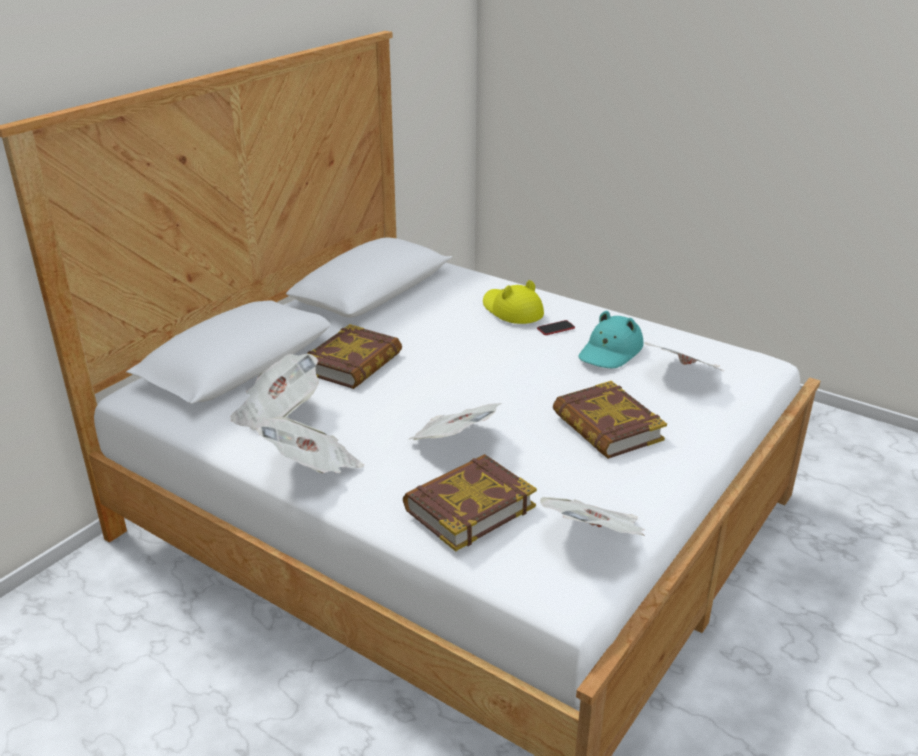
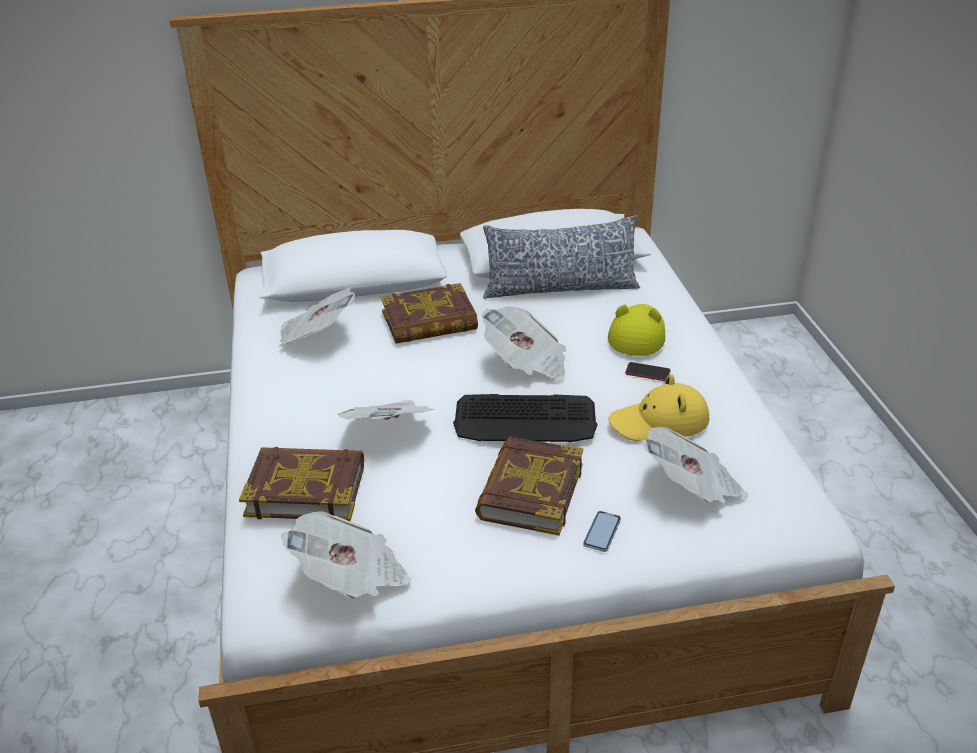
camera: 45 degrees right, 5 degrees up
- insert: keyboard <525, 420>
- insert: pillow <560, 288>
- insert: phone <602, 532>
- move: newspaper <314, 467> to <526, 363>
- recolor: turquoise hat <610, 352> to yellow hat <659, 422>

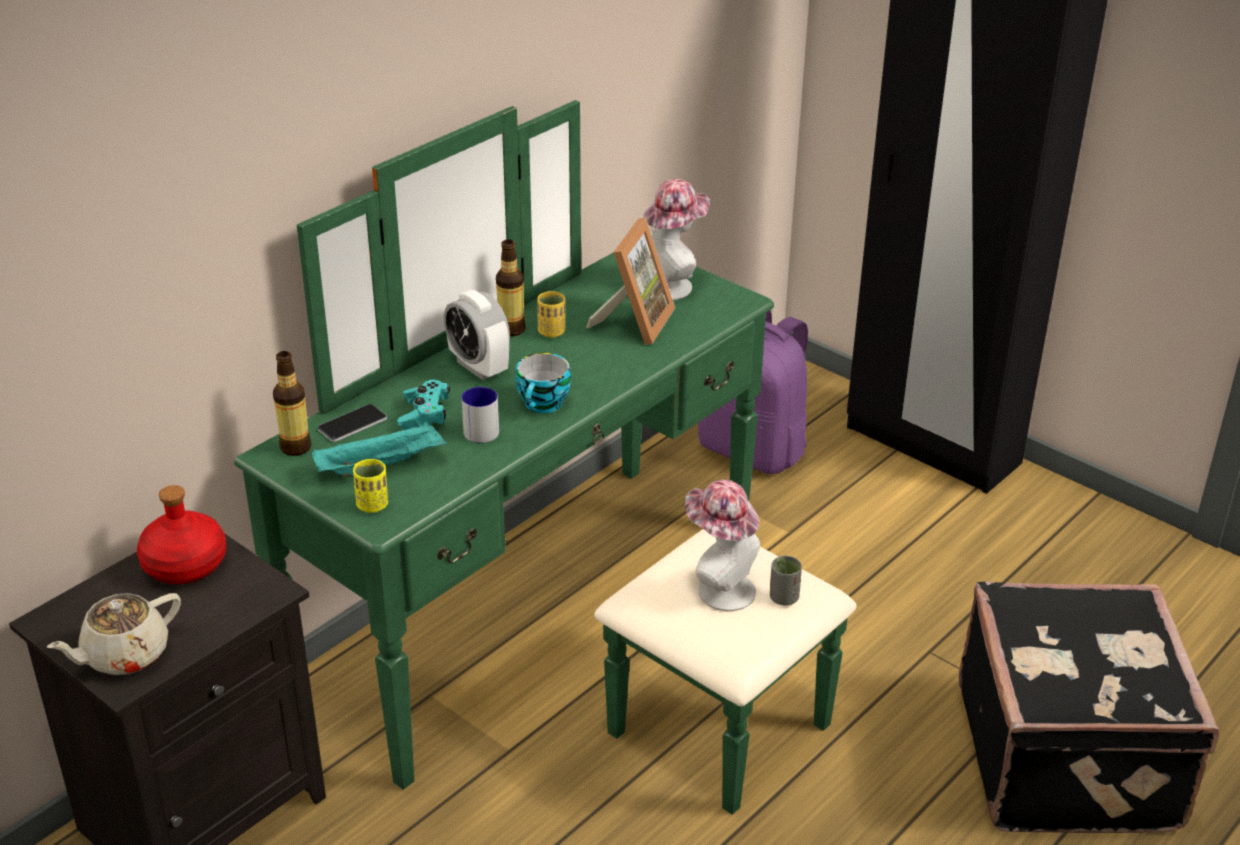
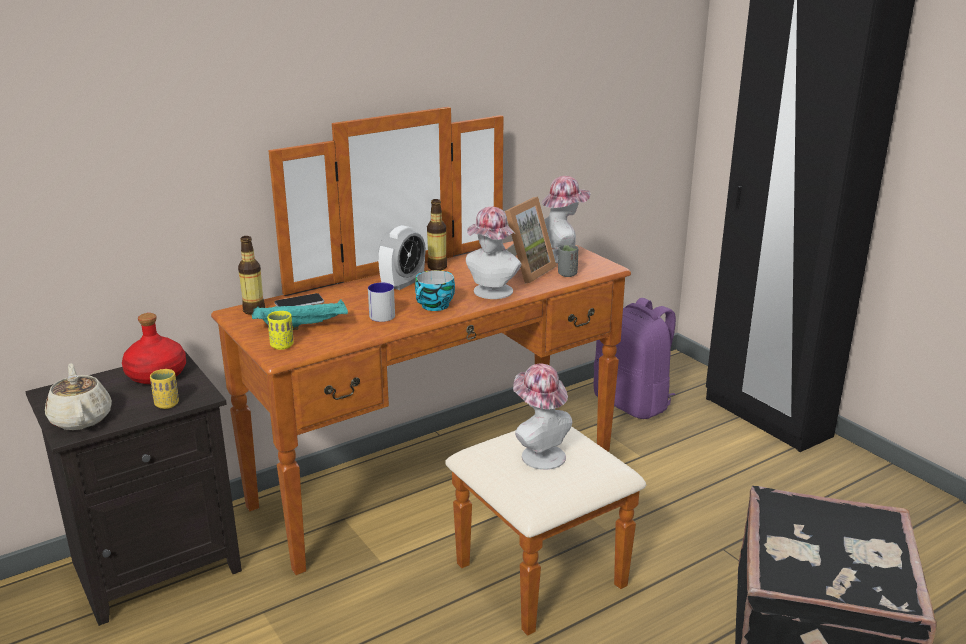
camera: 15 degrees right, 10 degrees down
- delete: turquoise game controller <424, 415>
- insert: hat <491, 293>
- move: yellow cup <551, 332> to <167, 404>
- move: grey cup <783, 598> to <567, 274>
- recolor: green dresser <573, 635> to brown dresser <459, 497>
- rotate: beige teapot <124, 655> = <81, 418> 90 degrees clockwise
- rotate: alarm clock <478, 367> = <403, 283> 120 degrees counterclockwise

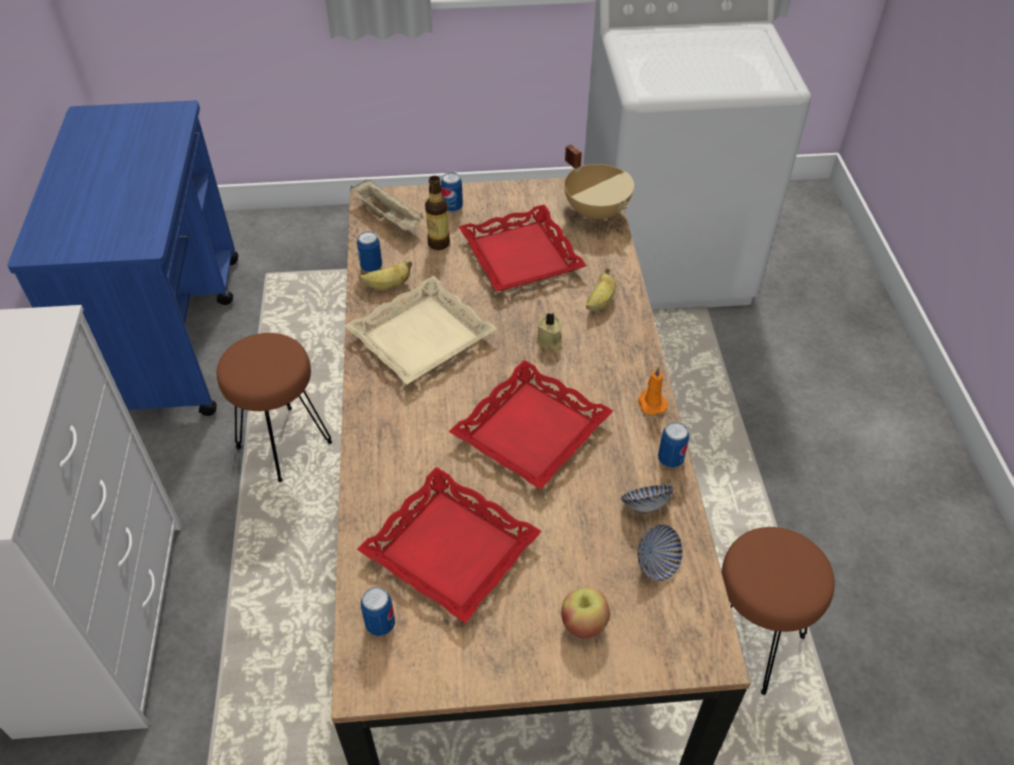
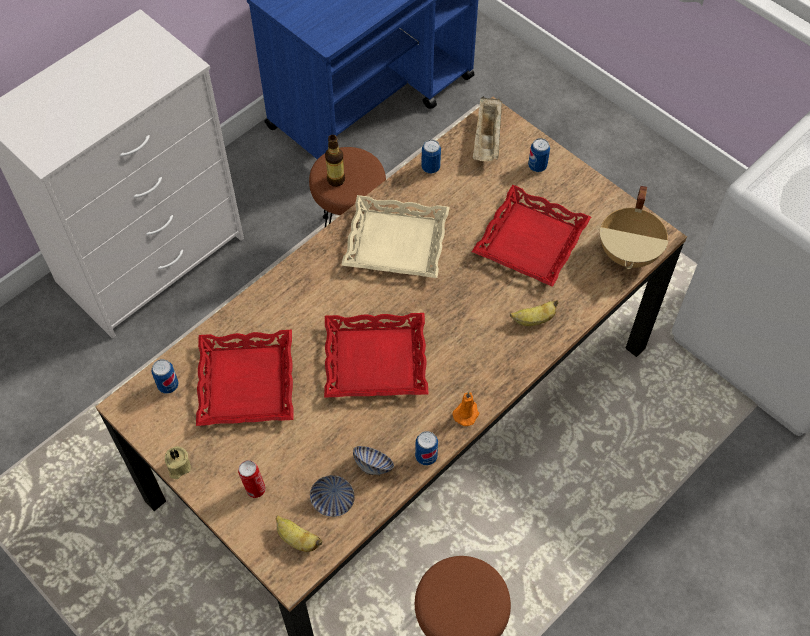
camera: 50 degrees right, 10 degrees up
- move: banana <387, 286> to <297, 539>
- move: bottle <438, 243> to <336, 180>
- move: beige candle <549, 341> to <178, 467>
- replace: apple <583, 623> to can <254, 489>

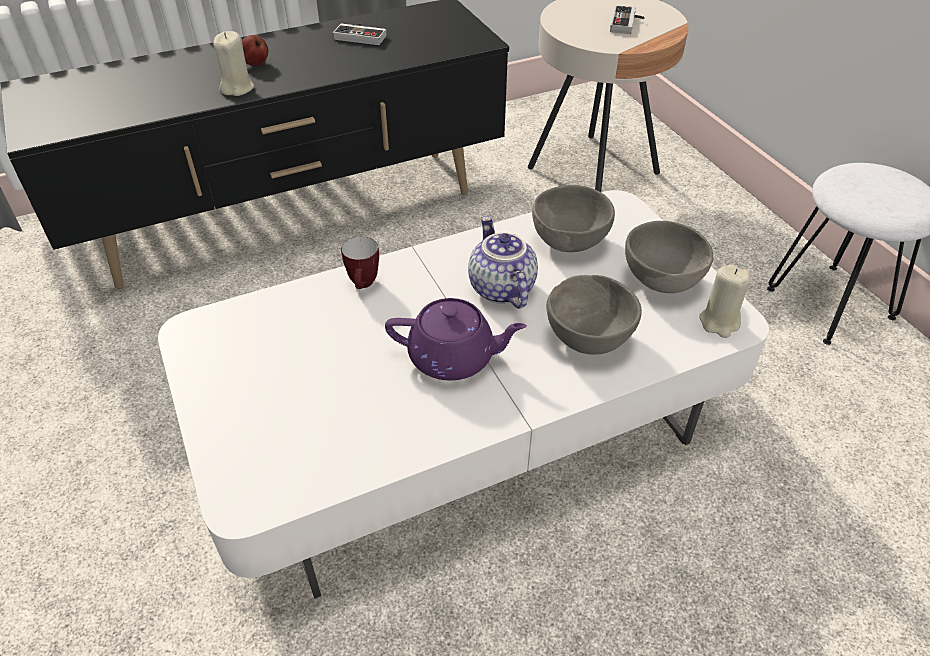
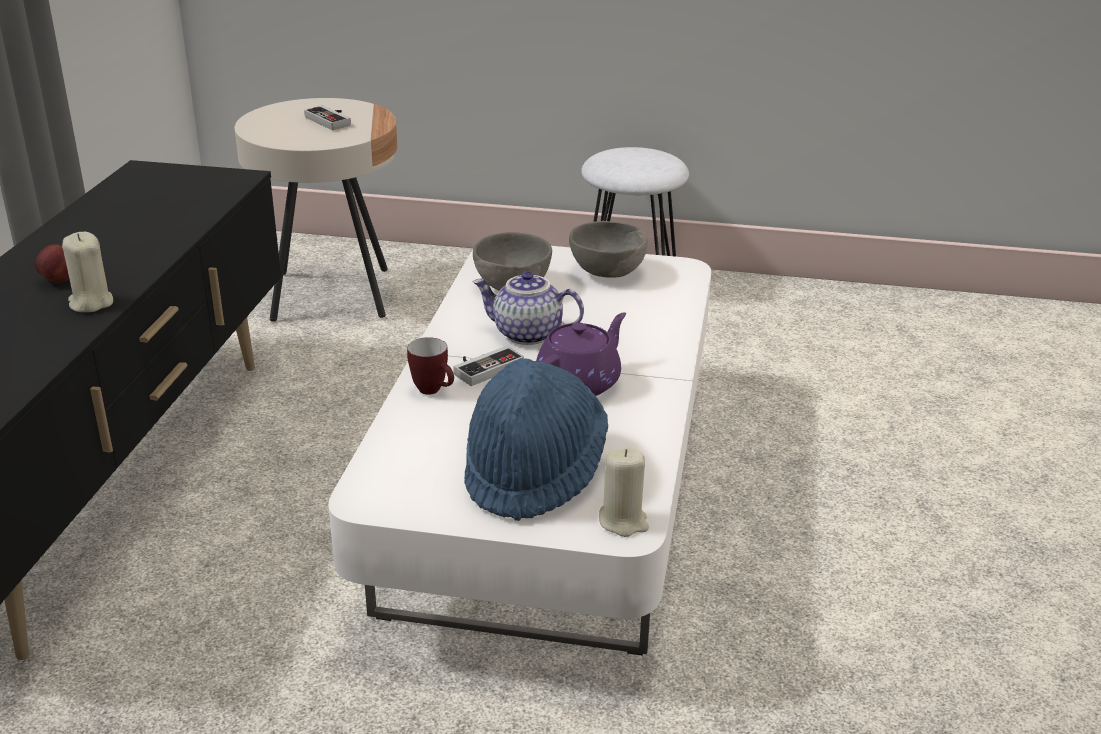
camera: 55 degrees left, 15 degrees down
- delete: grey bowl <588, 337>
- insert: blue hat <534, 472>
- move: game controller <362, 35> to <484, 367>
- move: beige candle <719, 322> to <623, 521>

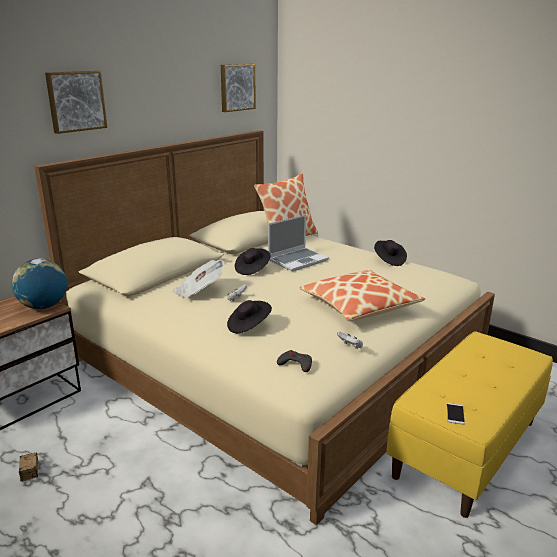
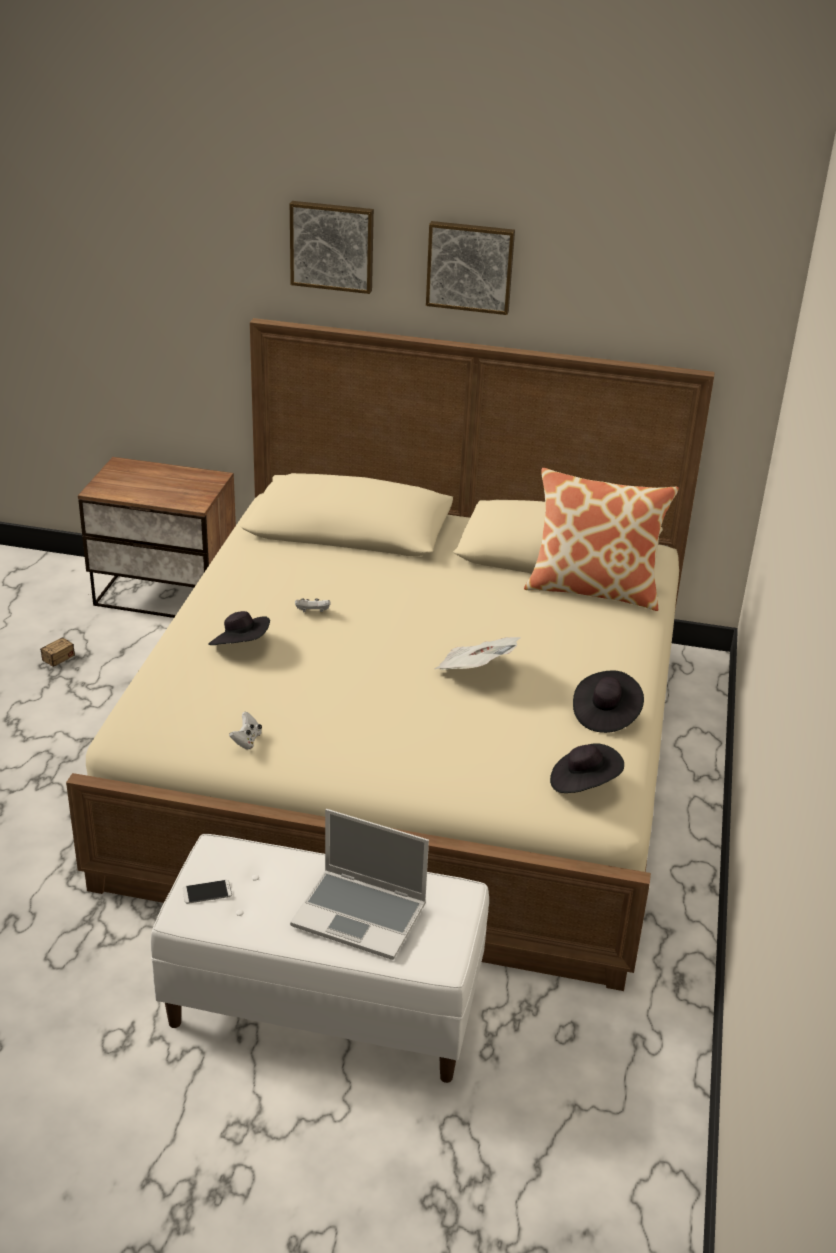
camera: 60 degrees right, 10 degrees up
- delete: globe <43, 306>
- delete: grey game controller <295, 364>
- delete: pillow <359, 305>
- move: newspaper <199, 291> to <475, 671>
- move: picture <237, 87> to <470, 266>
- move: black hat <252, 269> to <583, 783>
- move: laptop <298, 260> to <361, 915>
- recolor: yellow bench <465, 447> to white bench <325, 1005>

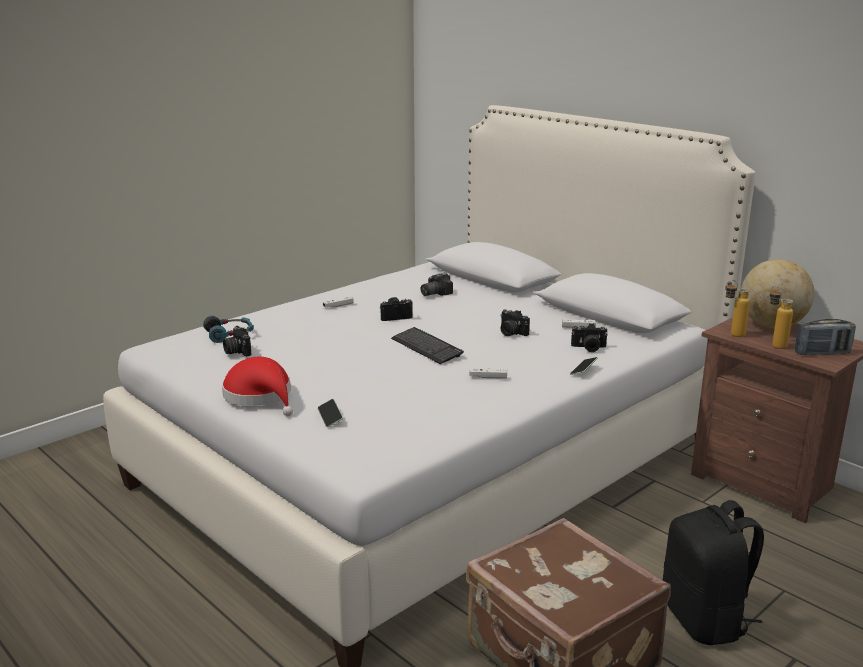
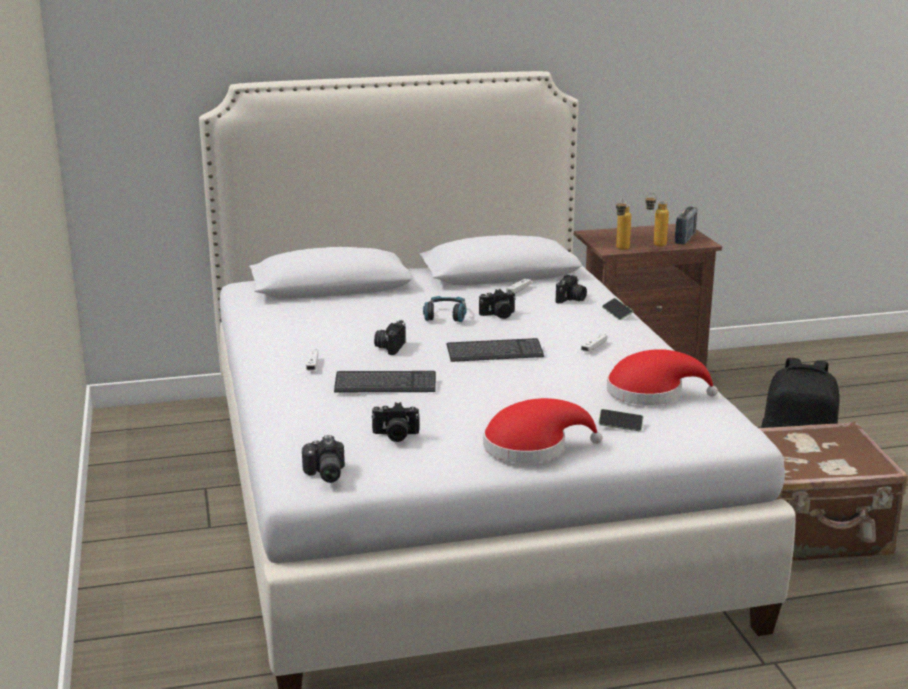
camera: 60 degrees left, 0 degrees up
- delete: globe <772, 325>
- insert: keyboard <385, 384>
- insert: red hat <651, 393>
- move: headphones <229, 334> to <445, 315>
- move: photo camera <433, 293> to <324, 474>

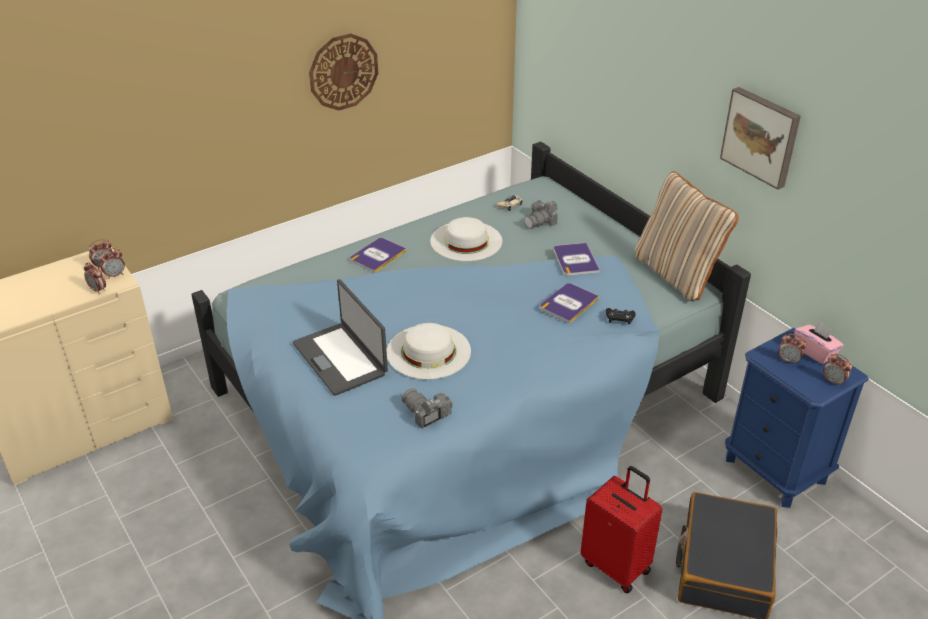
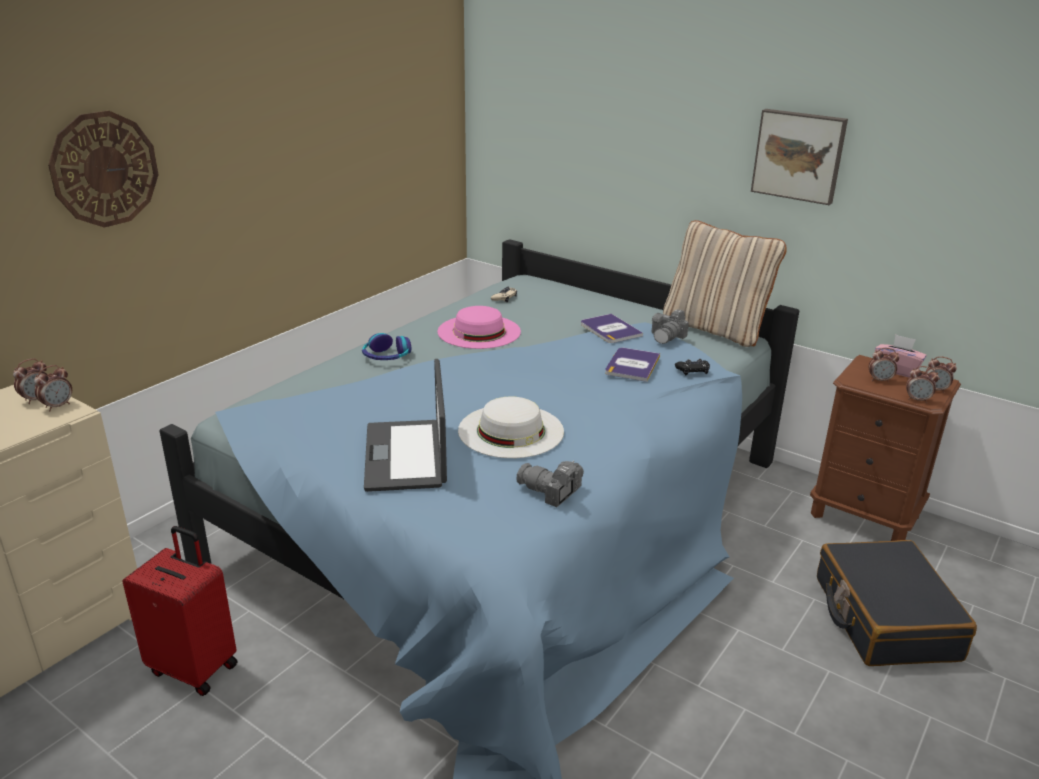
camera: 20 degrees left, 10 degrees down
- move: alarm clock <98, 290> to <917, 400>
- move: wall clock <343, 72> to <104, 169>
- move: photo camera <541, 222> to <667, 337>
- move: red suitcase <617, 565> to <195, 667>
- replace: book <377, 255> to headphones <386, 356>
- recolor: white hat <466, 241> to pink hat <479, 331>
- recolor: blue nightstand <775, 470> to brown nightstand <864, 515>
- rotate: laptop <341, 358> = <407, 455> 45 degrees clockwise

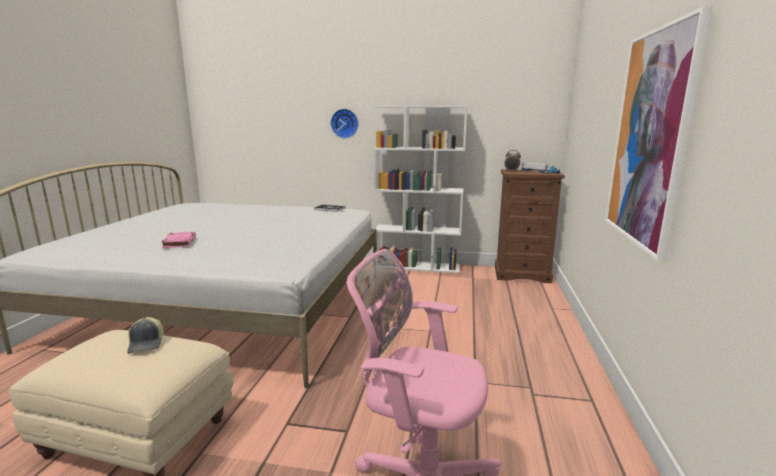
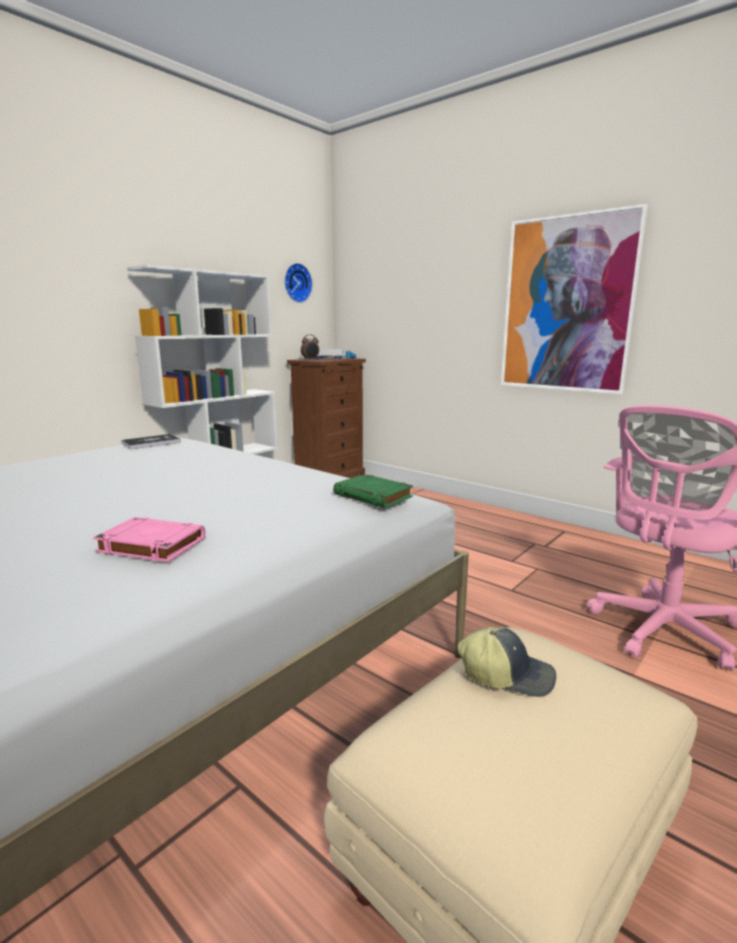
camera: 60 degrees left, 0 degrees up
- insert: green book <374, 496>
- move: wall clock <345, 123> to <296, 283>

